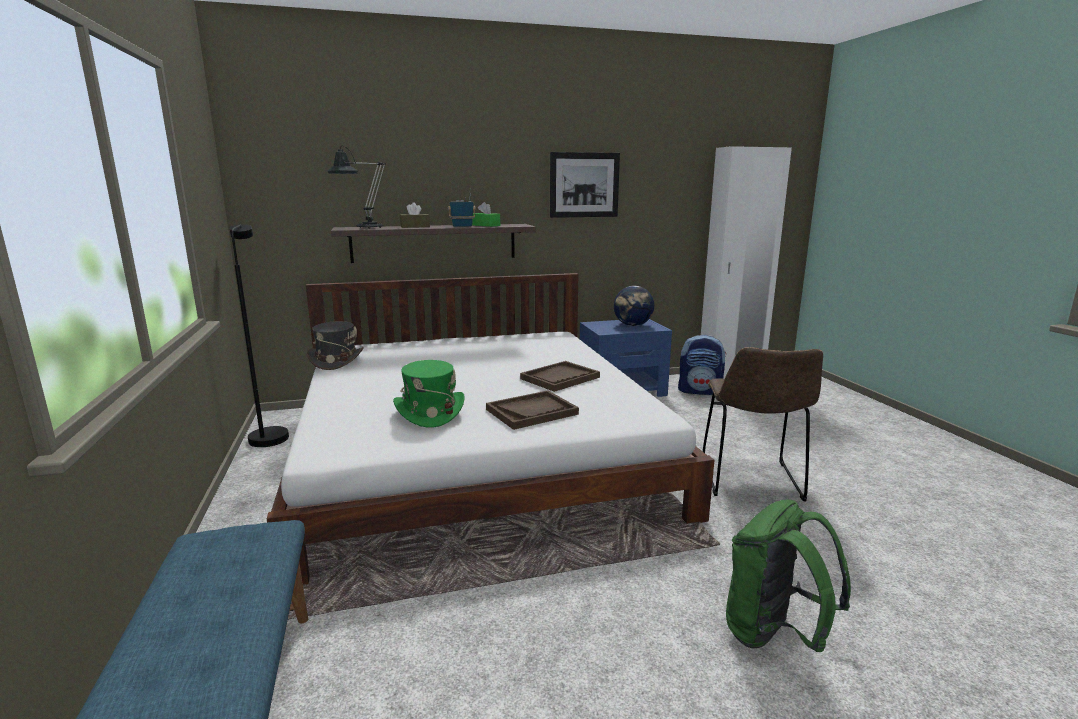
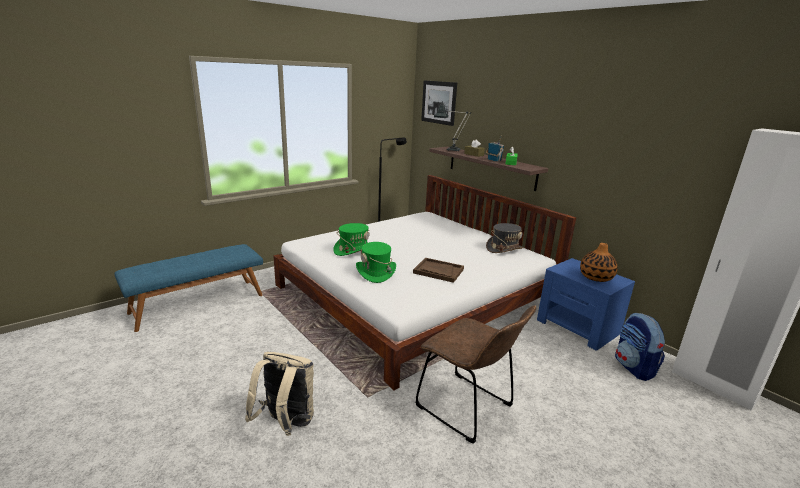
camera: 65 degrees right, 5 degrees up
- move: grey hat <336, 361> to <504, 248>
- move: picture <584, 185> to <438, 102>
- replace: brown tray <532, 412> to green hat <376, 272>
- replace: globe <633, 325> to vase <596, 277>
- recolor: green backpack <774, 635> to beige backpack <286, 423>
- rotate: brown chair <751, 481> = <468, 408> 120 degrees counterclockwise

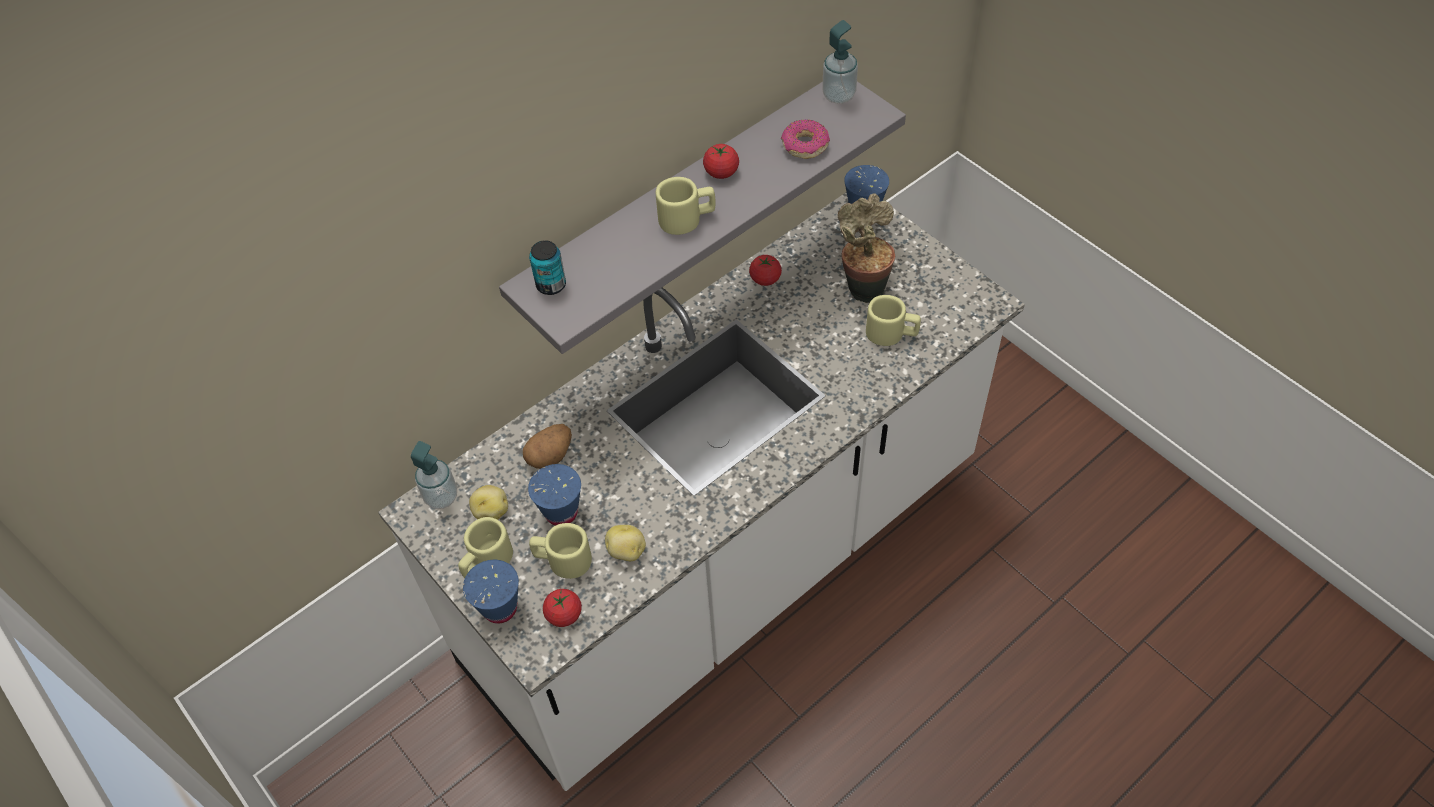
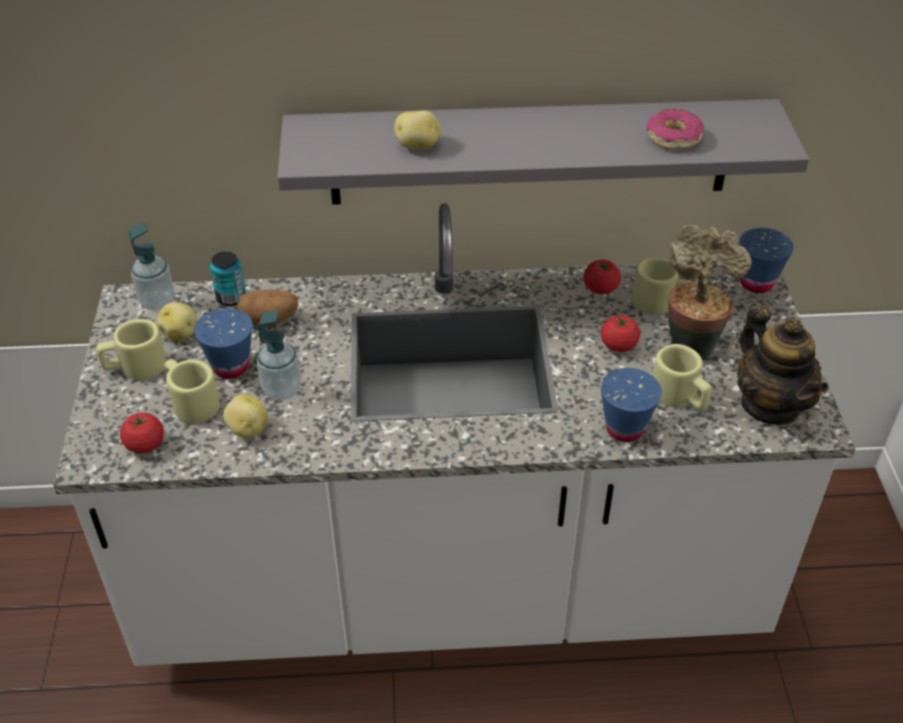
camera: 35 degrees right, 10 degrees down
- insert: potato <418, 146>
- insert: teapot <770, 405>
- move: blue cup <500, 608> to <624, 428>
- move: can <551, 285> to <231, 298>
- move: beige mug <687, 218> to <660, 304>
- move: tomato <721, 172> to <618, 345>
- move: soap dispenser <838, 95> to <282, 390>

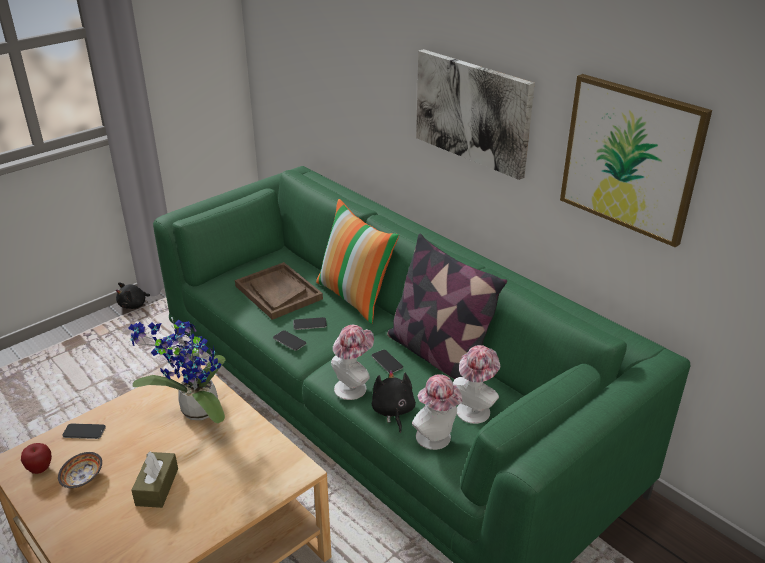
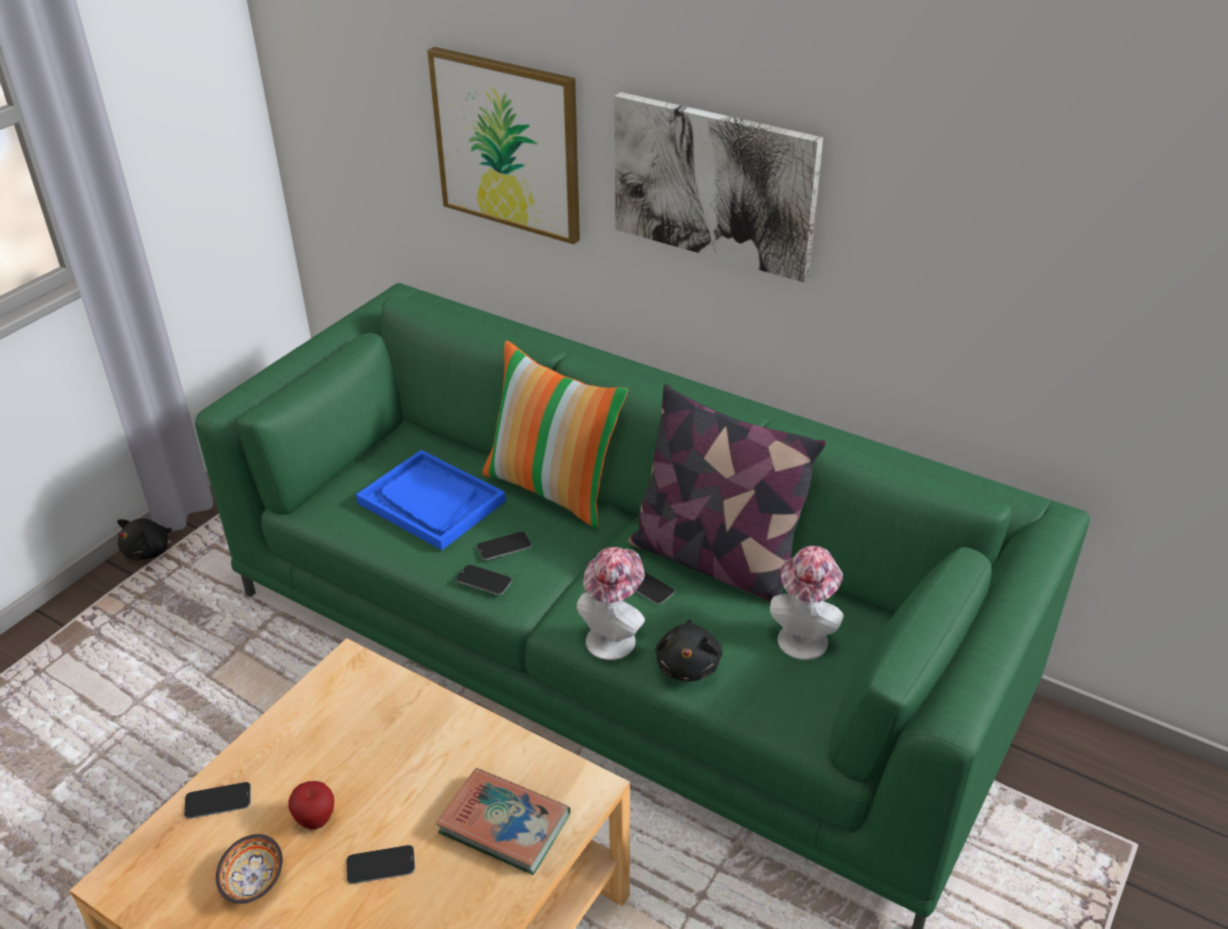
camera: 15 degrees left, 5 degrees up
- delete: potted plant <195, 412>
- delete: hat <437, 439>
- insert: book <504, 825>
- move: apple <40, 469> to <316, 820>
- move: picture <630, 158> to <508, 144>
- replace: brown tissue box <157, 487> to phone <381, 865>
- recolor: brown tray <278, 292> to blue tray <431, 502>
- rotate: black plush toy <393, 411> = <688, 664> 150 degrees counterclockwise

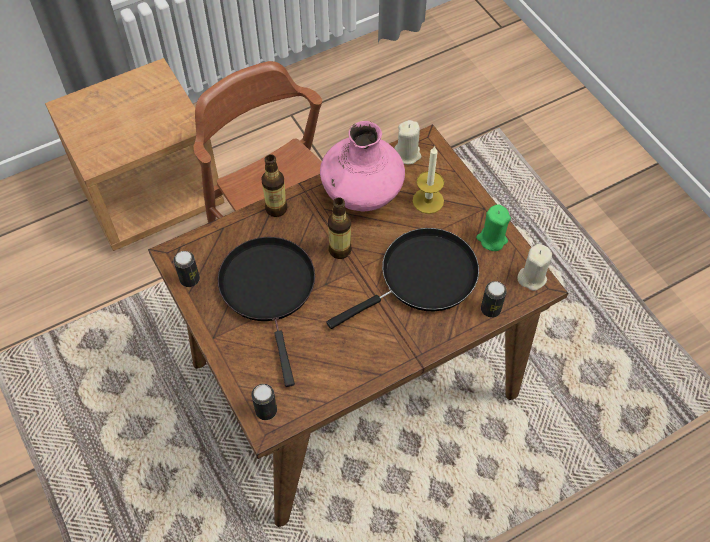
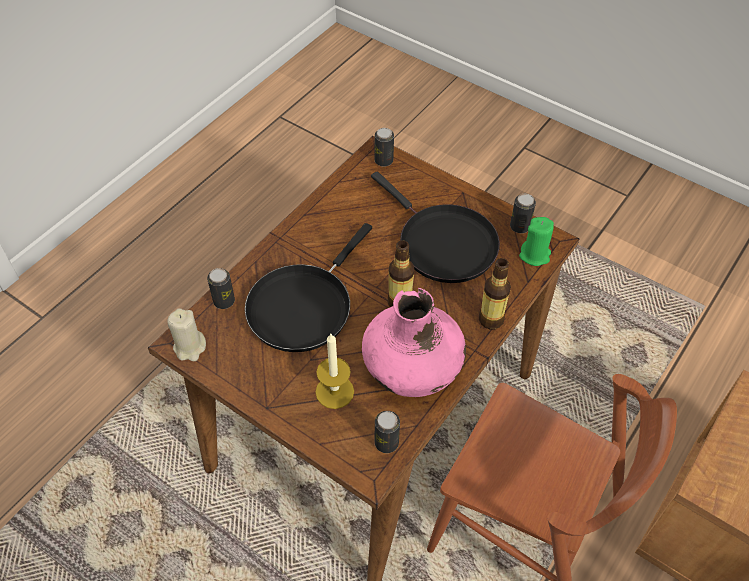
camera: 155 degrees right, 5 degrees down
- move: green candle <492, 239> to <535, 255>
- replace: beige candle <407, 154> to can <386, 443>

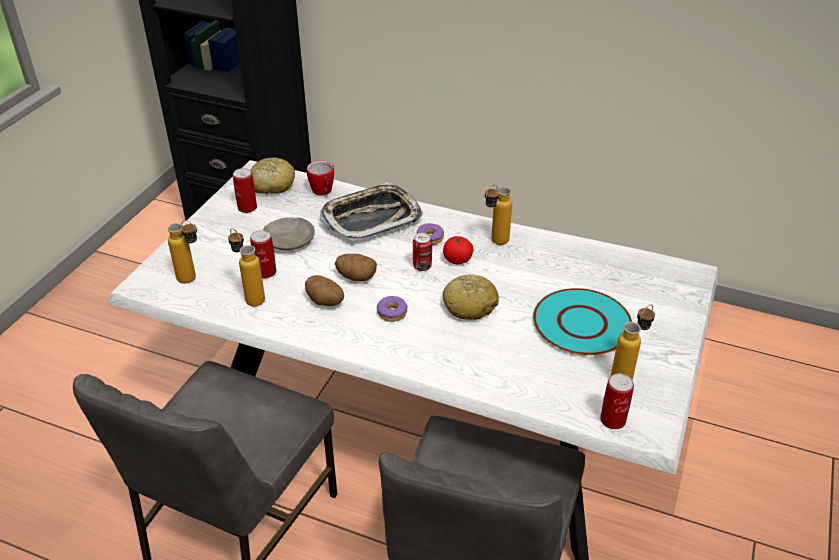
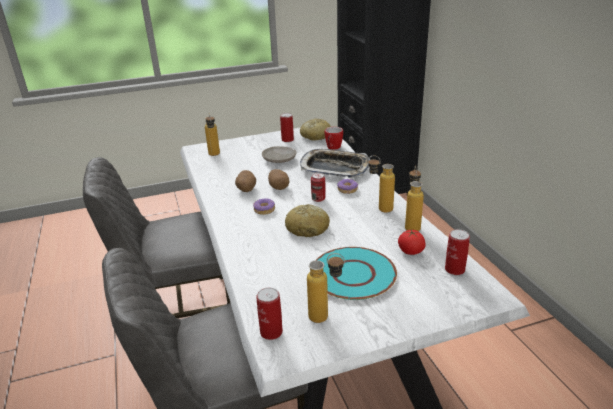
camera: 50 degrees right, 10 degrees down
- move: bottle <250, 297> to <412, 225>
- move: can <266, 272> to <454, 269>
- move: tomato <457, 260> to <411, 251>

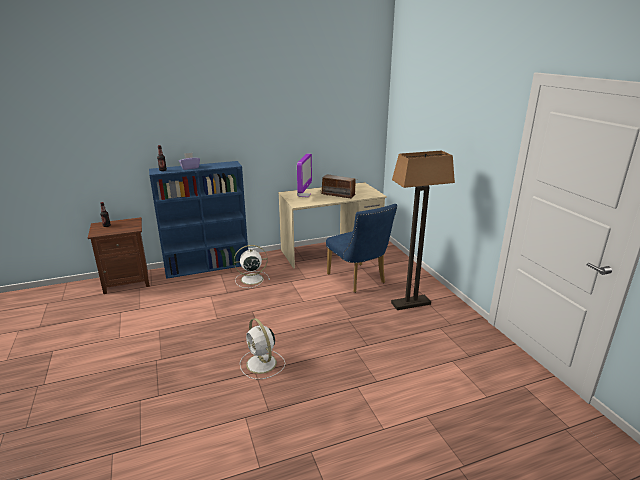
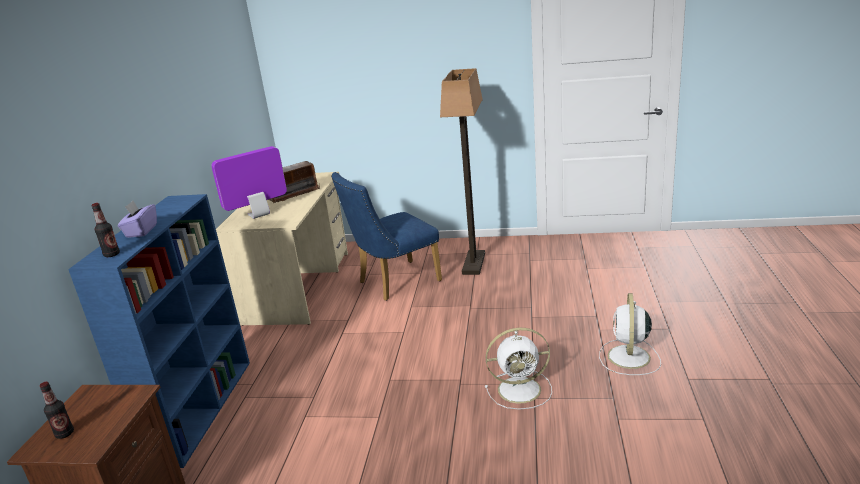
camera: 60 degrees left, 0 degrees up
- move: white fan <251, 279> to <629, 358>
- rotate: monitor <303, 195> = <259, 214> 75 degrees counterclockwise
- rotate: blue chair <358, 280> = <393, 283> 150 degrees clockwise

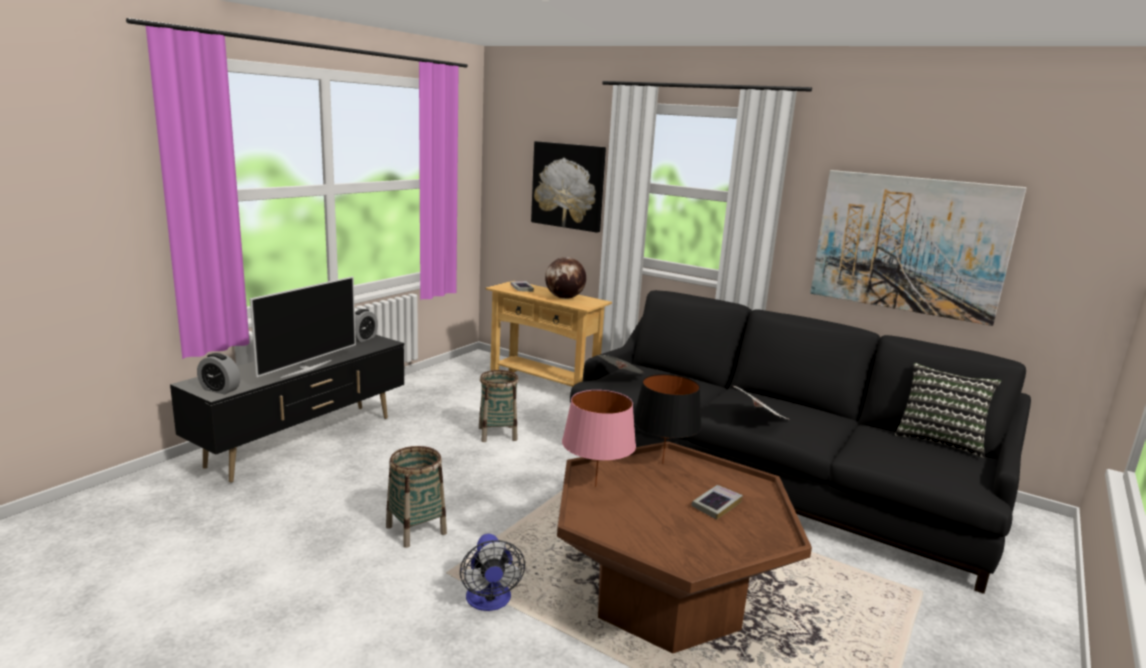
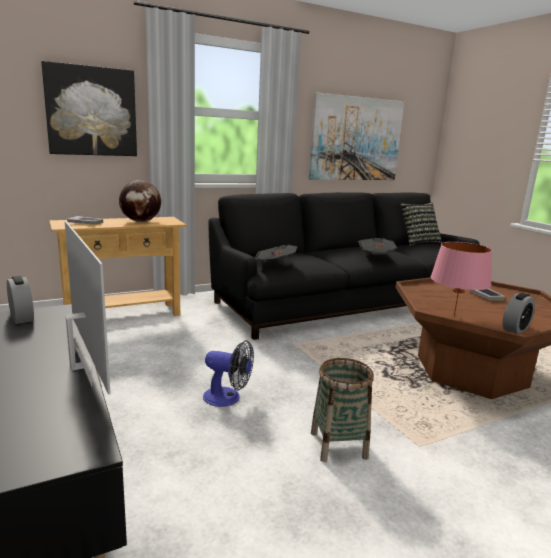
camera: 60 degrees left, 0 degrees up
- delete: basket <497, 434>
- delete: black table lamp <662, 463>
- move: alarm clock <220, 389> to <515, 329>
- move: fan <489, 601> to <228, 398>

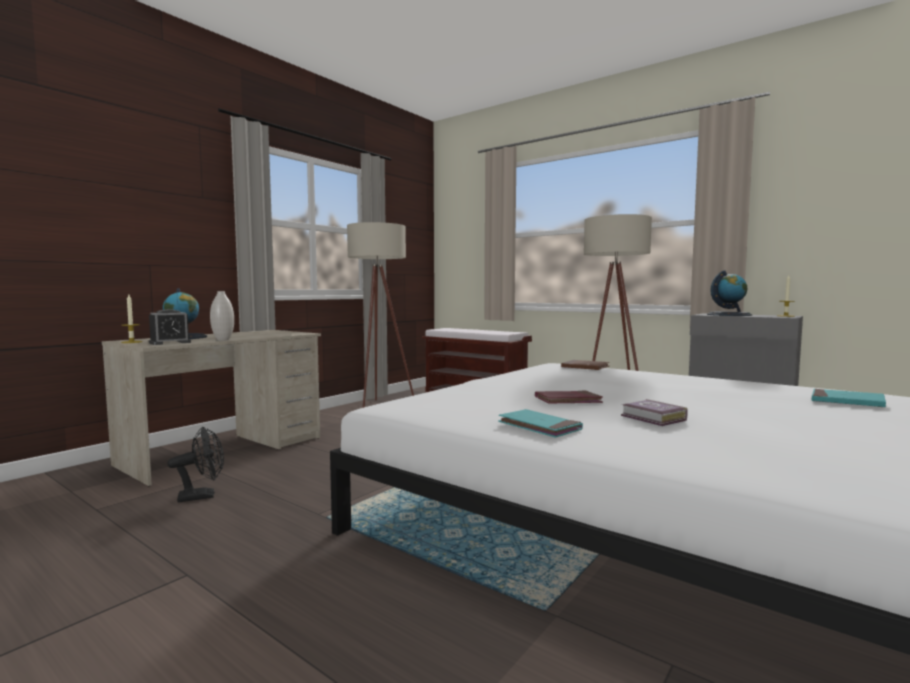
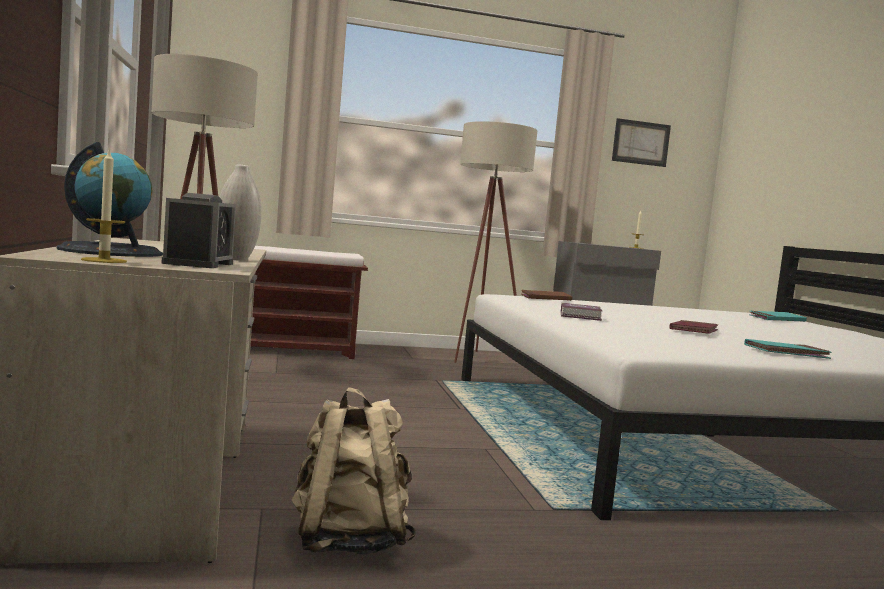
camera: 50 degrees left, 0 degrees up
- delete: globe <729, 315>
- insert: picture <640, 143>
- move: book <653, 418> to <581, 316>
- replace: black fan <203, 496> to beige backpack <348, 541>

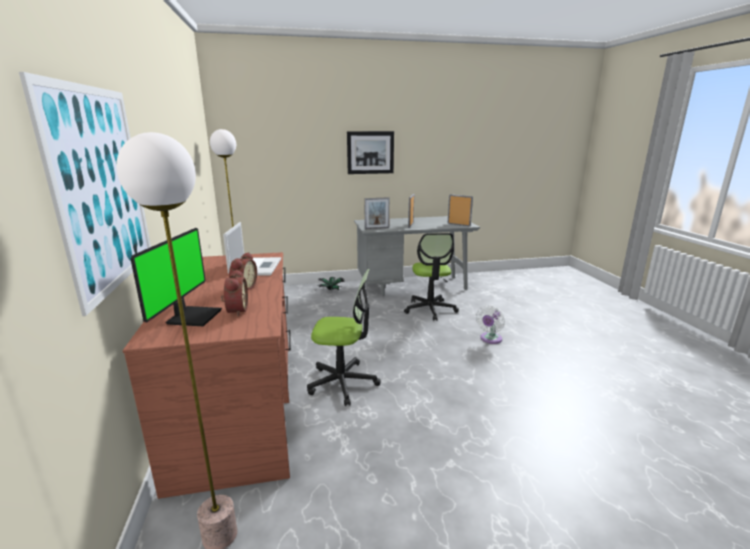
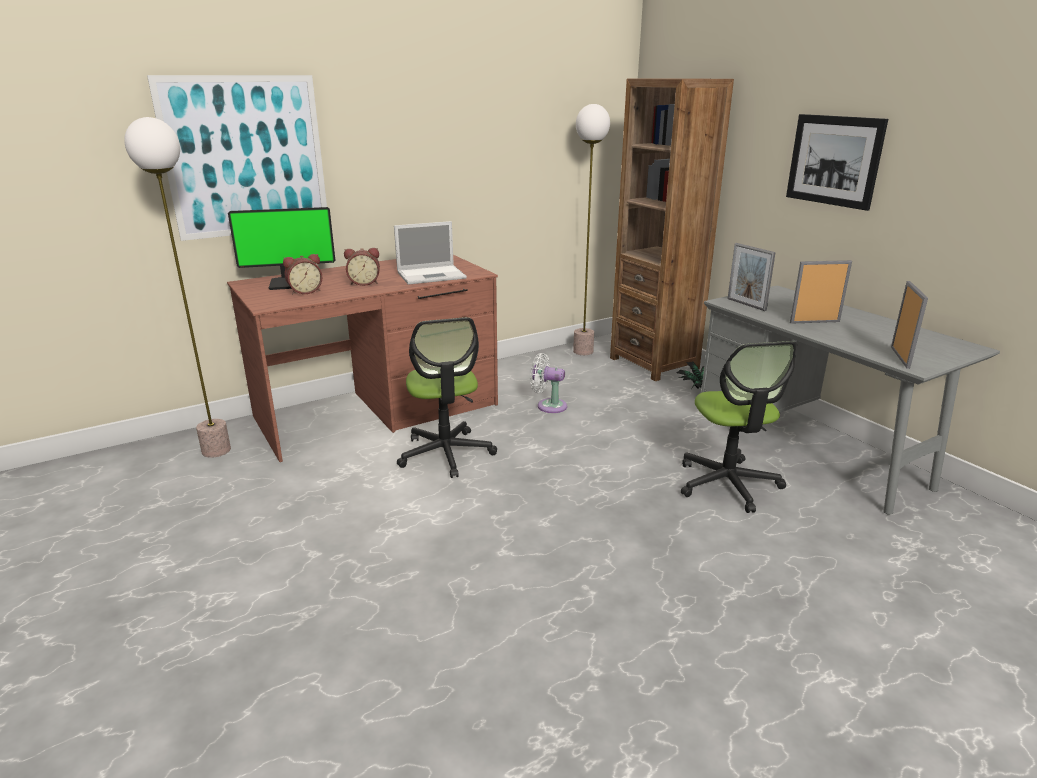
camera: 70 degrees right, 5 degrees up
- insert: brown bookcase <654, 363>
- move: white fan <490, 339> to <548, 406>
- rotate: office chair <430, 309> = <728, 484> 75 degrees counterclockwise

